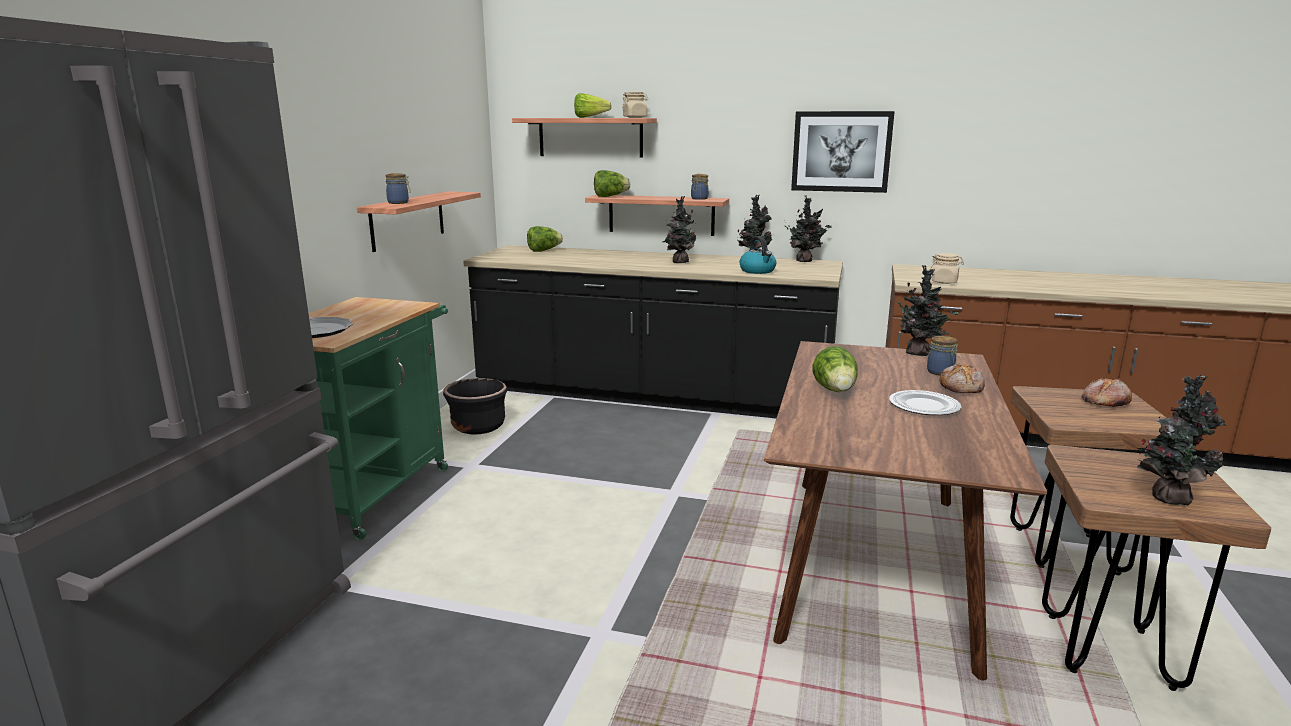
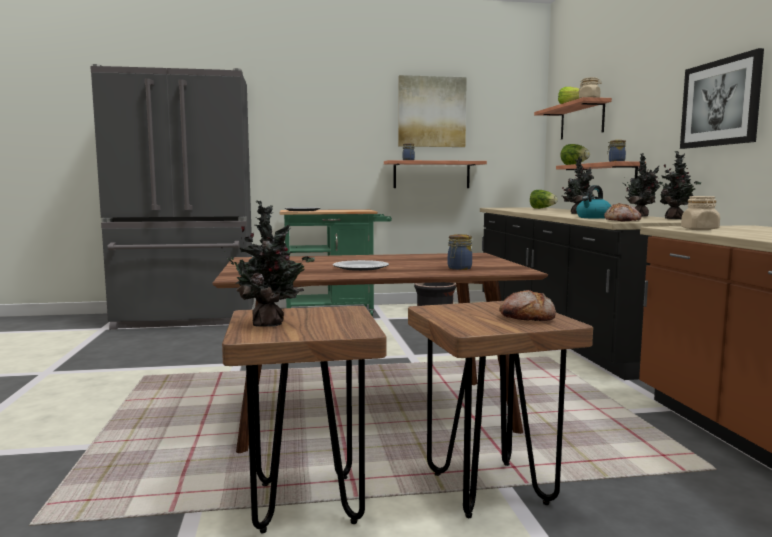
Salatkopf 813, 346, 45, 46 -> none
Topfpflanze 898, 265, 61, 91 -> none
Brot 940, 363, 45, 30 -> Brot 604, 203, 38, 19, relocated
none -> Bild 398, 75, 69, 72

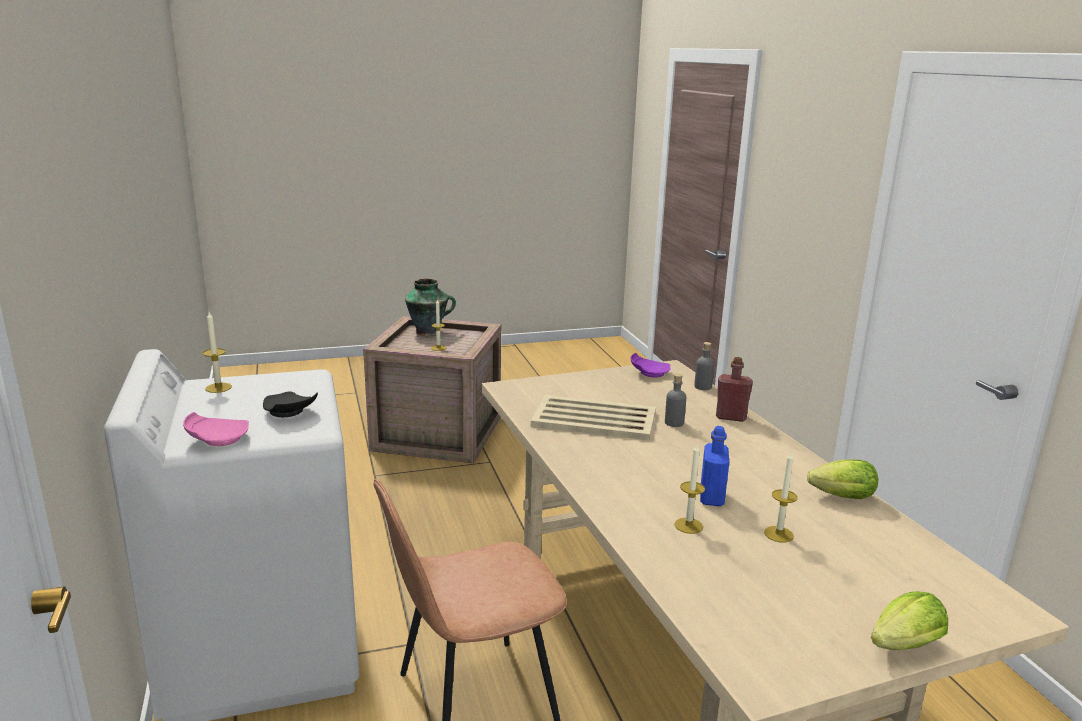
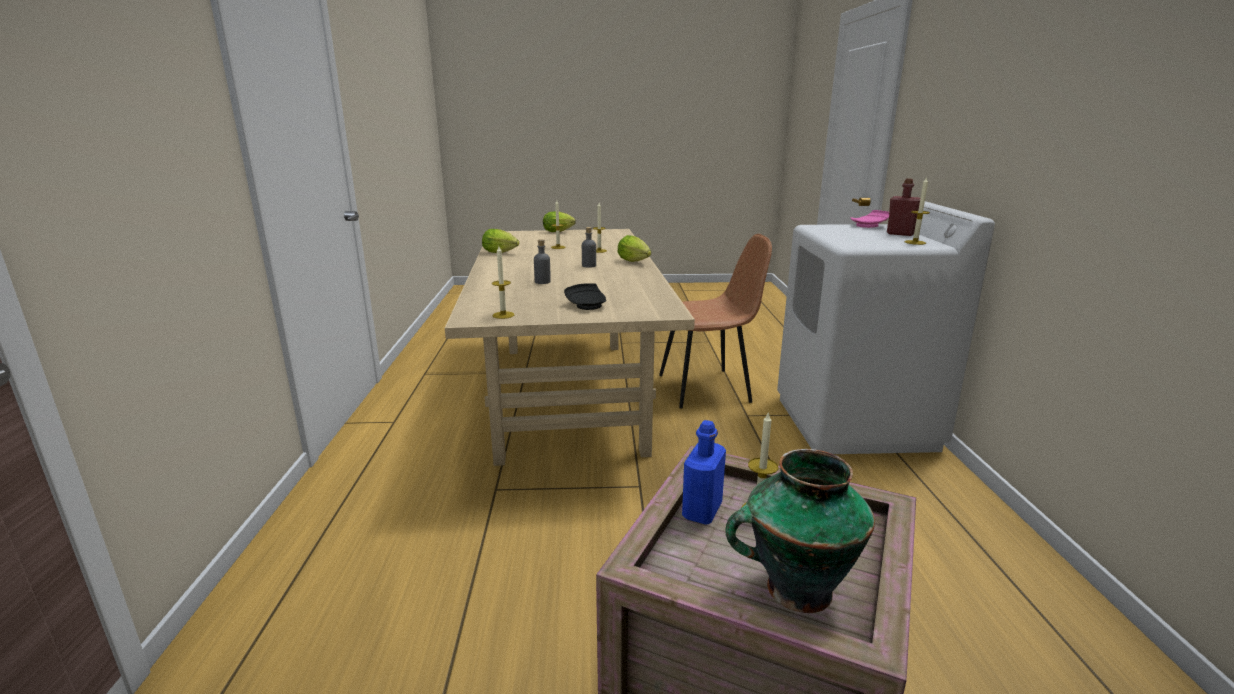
Teller (schwarz) 263, 391, 55, 26 -> Teller (schwarz) 564, 283, 42, 27, relocated
Tablett (beige) 531, 395, 125, 46 -> none
Teller (lila) 631, 353, 40, 25 -> Kerze 492, 246, 23, 73
Flasche (grau) 694, 342, 20, 48 -> Flasche (grau) 582, 227, 14, 41, relocated
Flasche (blau) 700, 426, 29, 80 -> Flasche (blau) 682, 420, 44, 104, relocated
Flasche (rot) 716, 357, 37, 65 -> Flasche (rot) 887, 179, 33, 57, relocated
none -> Salatkopf 617, 235, 34, 27

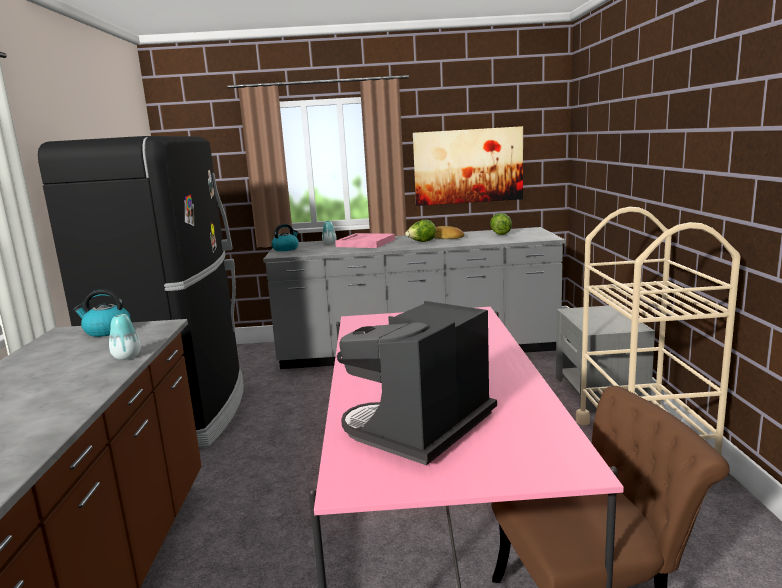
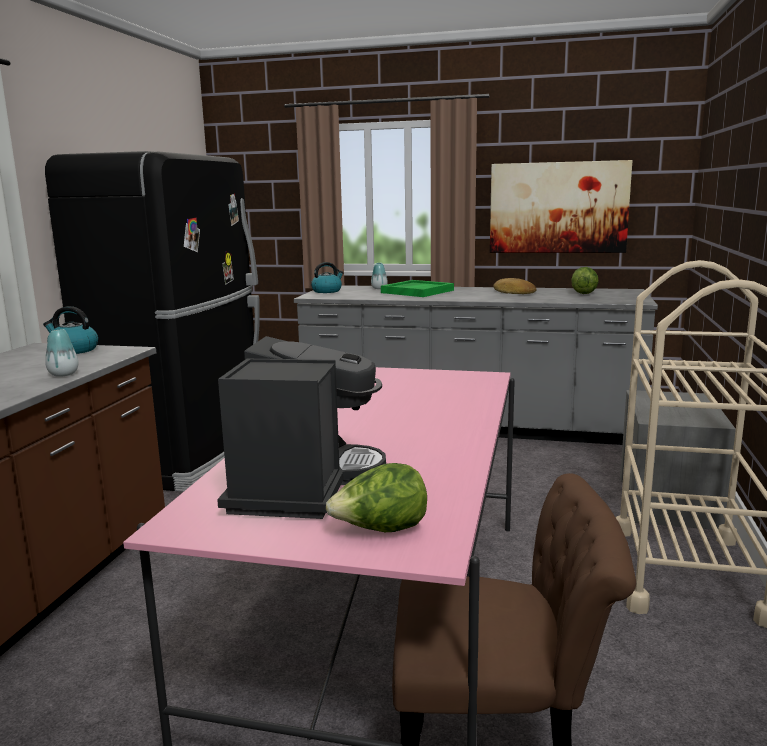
Tablett (rosa) 335, 233, 60, 15 -> Tablett (grün) 381, 280, 73, 17
Kaffeemaschine 337, 301, 160, 165 -> Kaffeemaschine 217, 336, 169, 183, 135 degrees clockwise
Salatkopf 405, 220, 31, 22 -> Salatkopf 326, 463, 101, 69, relocated

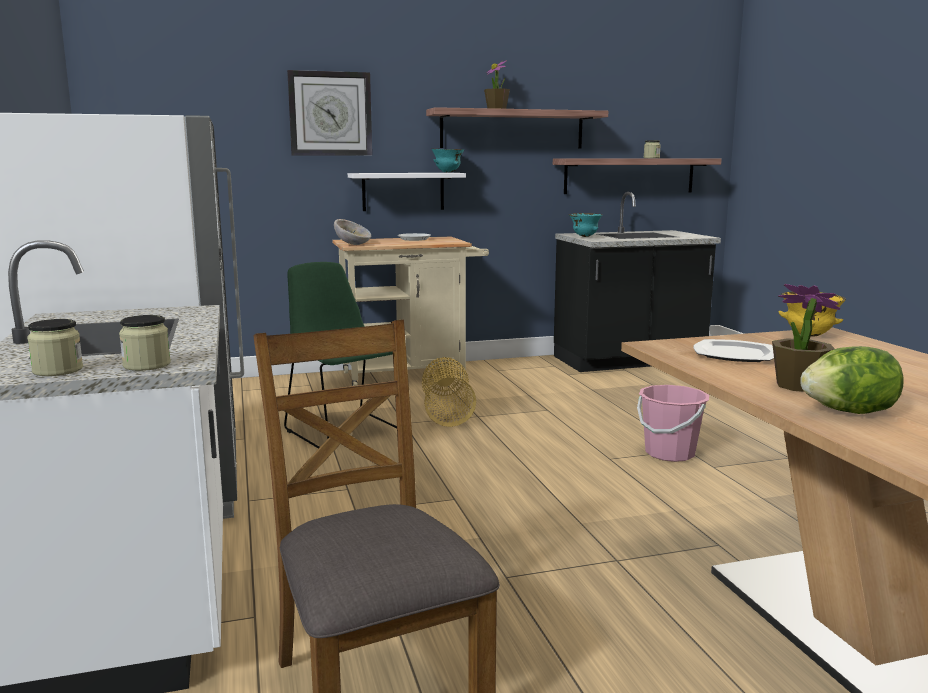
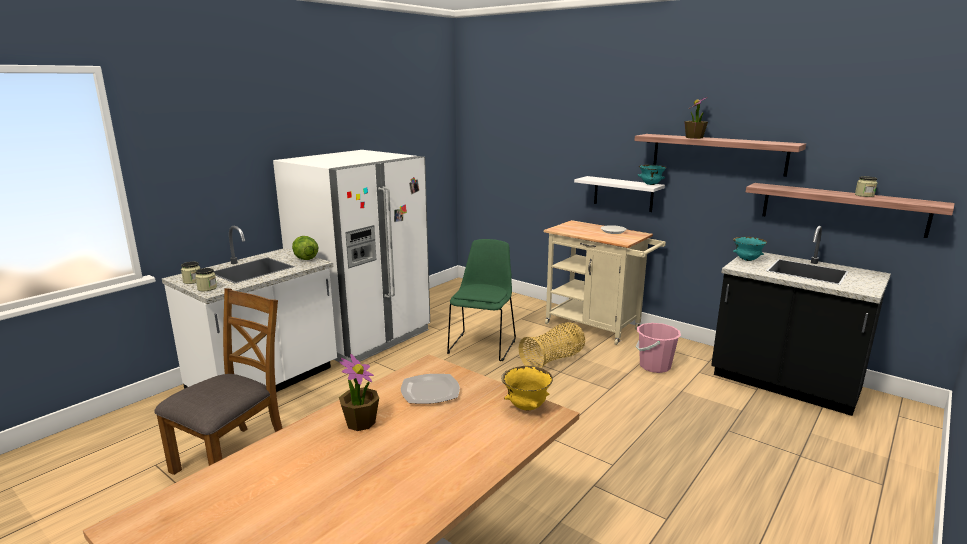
Wanduhr 287, 70, 85, 86 -> none
Schüssel 334, 219, 37, 26 -> none
Eimer (rosa) 637, 385, 72, 77 -> Eimer (rosa) 636, 323, 45, 50, relocated
Salatkopf 800, 346, 104, 68 -> Salatkopf 292, 236, 27, 24, relocated

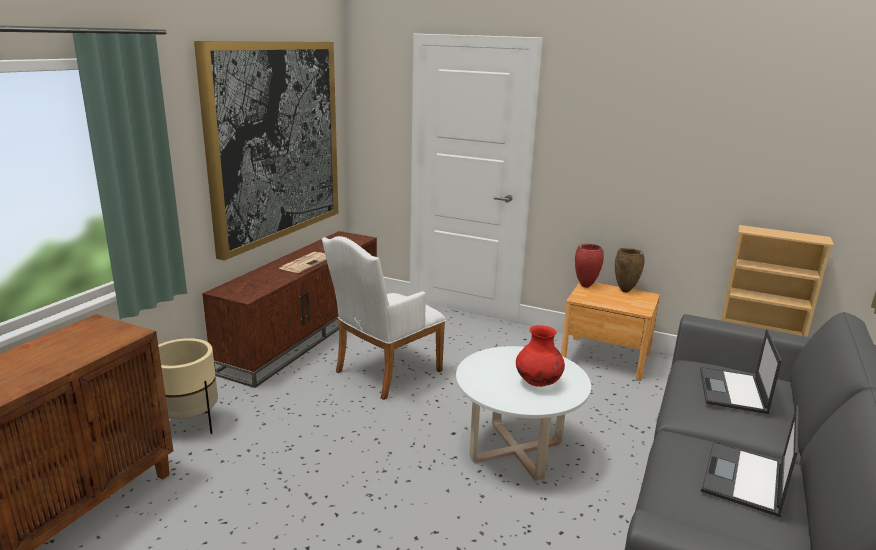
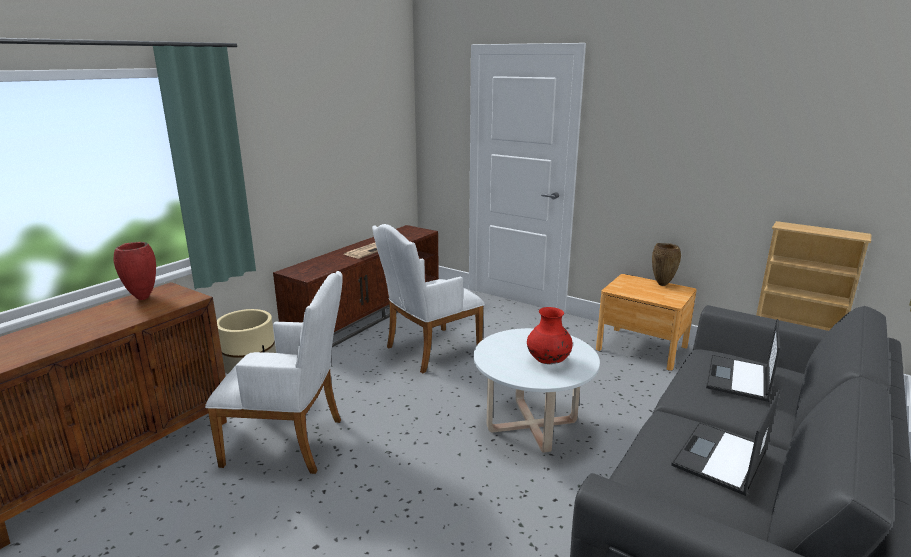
Bild 194, 41, 144, 220 -> none
Vase (rot) 575, 244, 29, 44 -> Vase (rot) 113, 242, 43, 58, relocated
none -> Sessel (weiß) 205, 271, 138, 203

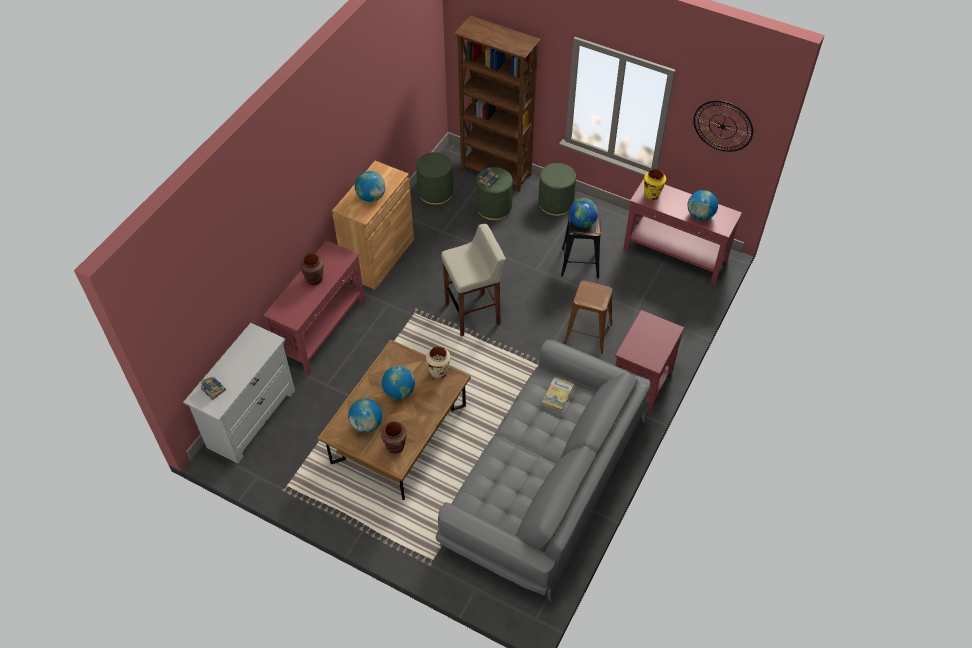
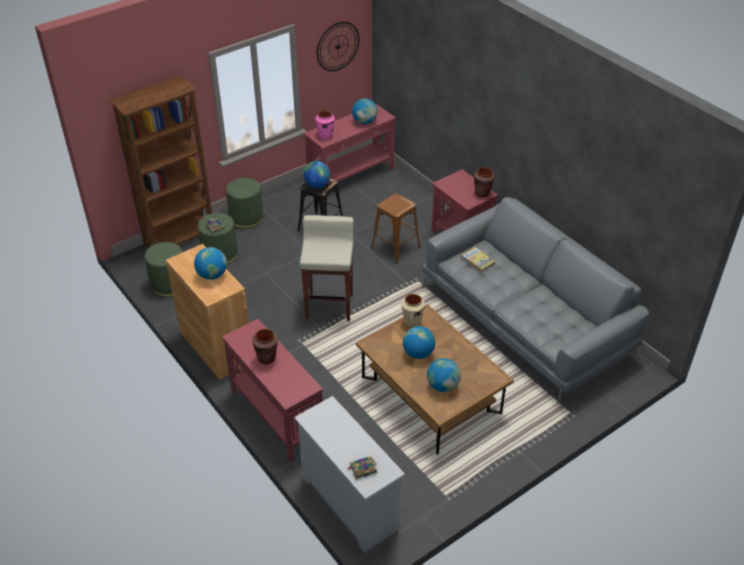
Vase (braun) 381, 421, 26, 33 -> Vase (braun) 474, 167, 21, 30, relocated
Vase (gelb) 644, 169, 22, 31 -> Vase (rosa) 315, 111, 20, 28

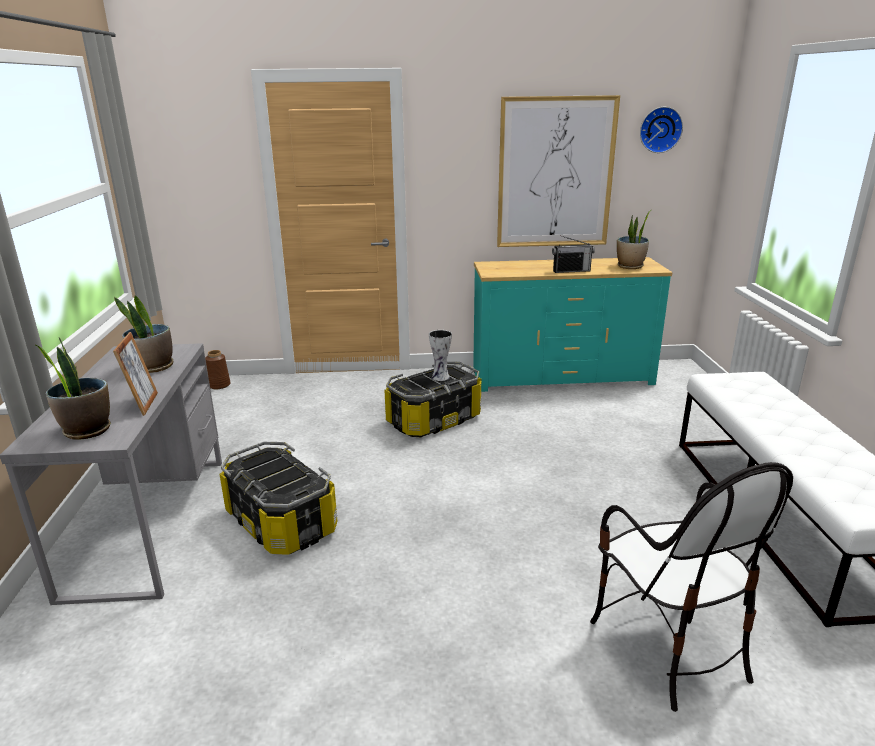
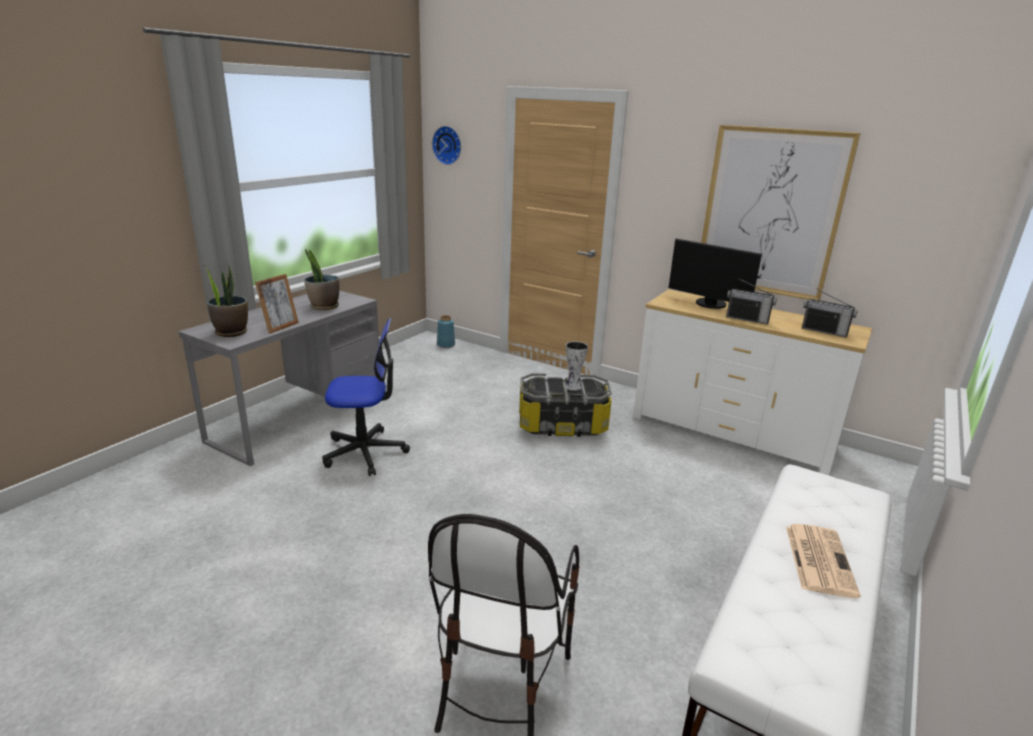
Vase (braun) 205, 350, 26, 39 -> Vase (blau) 437, 315, 18, 33
Aufbewahrungsbox 220, 442, 117, 113 -> Bürostuhl 322, 318, 88, 158
Kommode (türkis) 473, 257, 199, 135 -> Kommode (weiß) 633, 289, 240, 186
Topfpflanze 617, 210, 34, 59 -> Radio 802, 288, 56, 50
Wanduhr 640, 107, 43, 46 -> Wanduhr 432, 126, 29, 39, relocated
none -> Monitor 669, 238, 93, 71
none -> Zeitung 786, 524, 75, 74

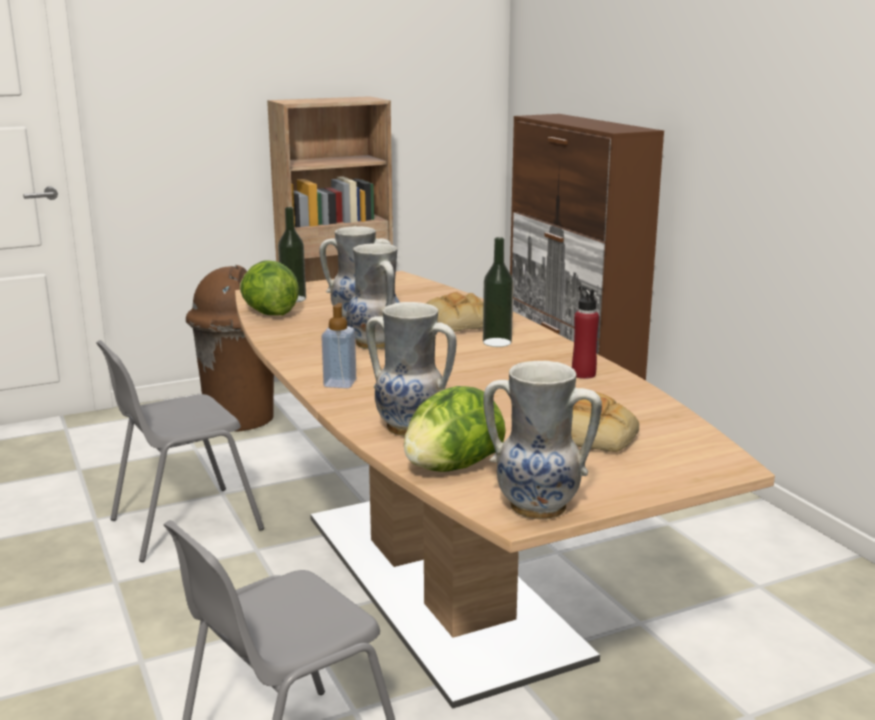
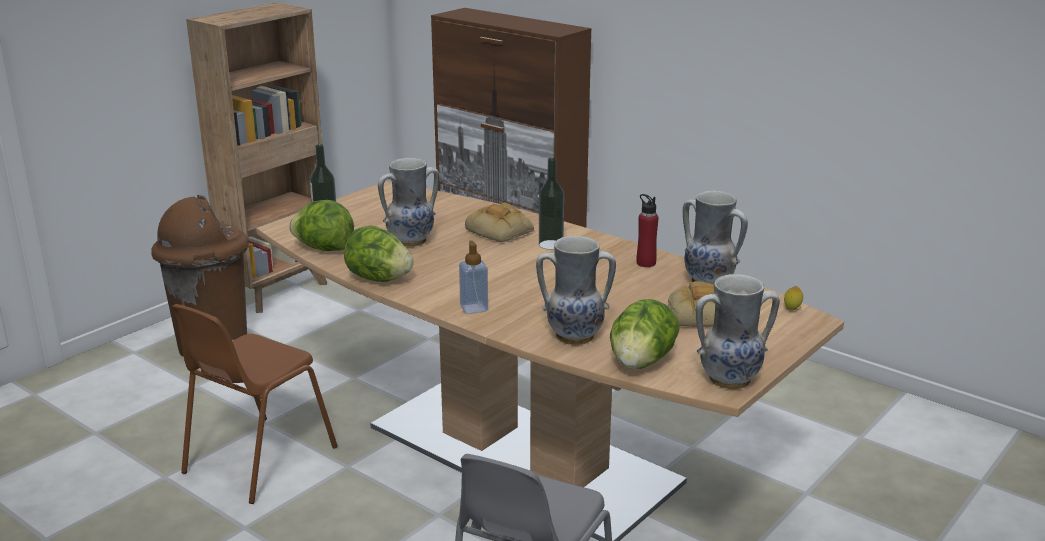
Stuhl (grau) 96, 340, 168, 222 -> Stuhl (braun) 171, 304, 166, 200
Vase 346, 243, 54, 106 -> Vase 683, 191, 65, 94, relocated
none -> Salatkopf 344, 226, 70, 56
none -> Zitrone 784, 286, 19, 25

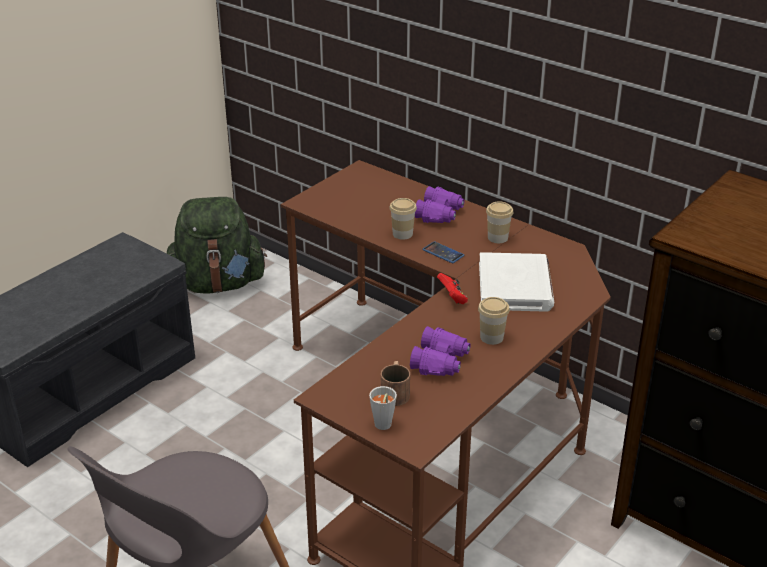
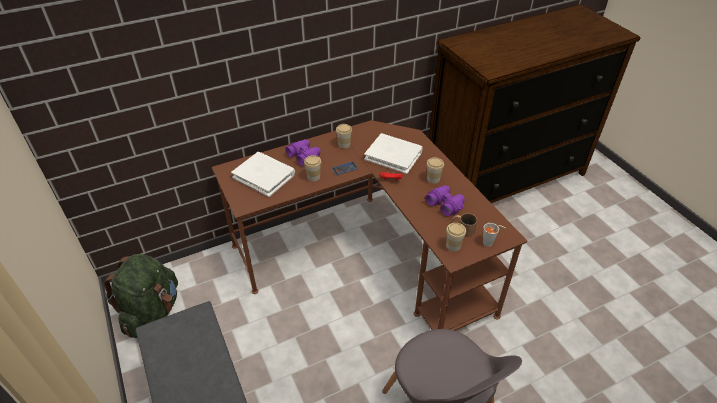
none -> Buch (weiß) 231, 152, 64, 45
none -> Tasse 446, 223, 20, 29

